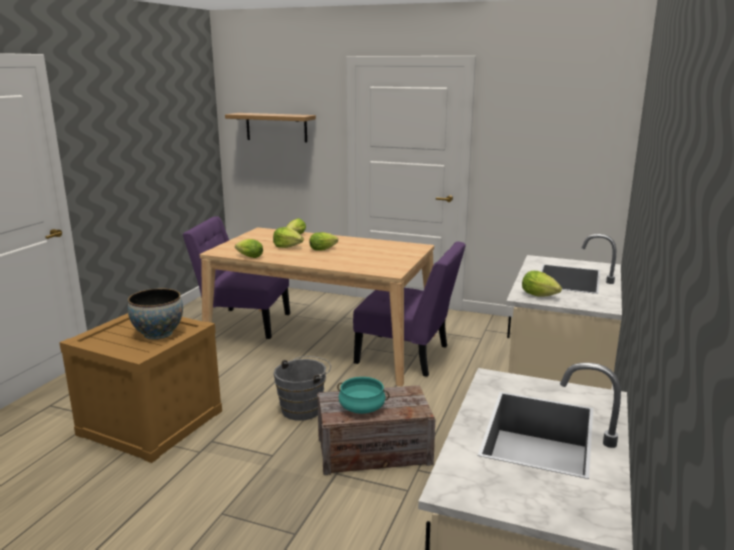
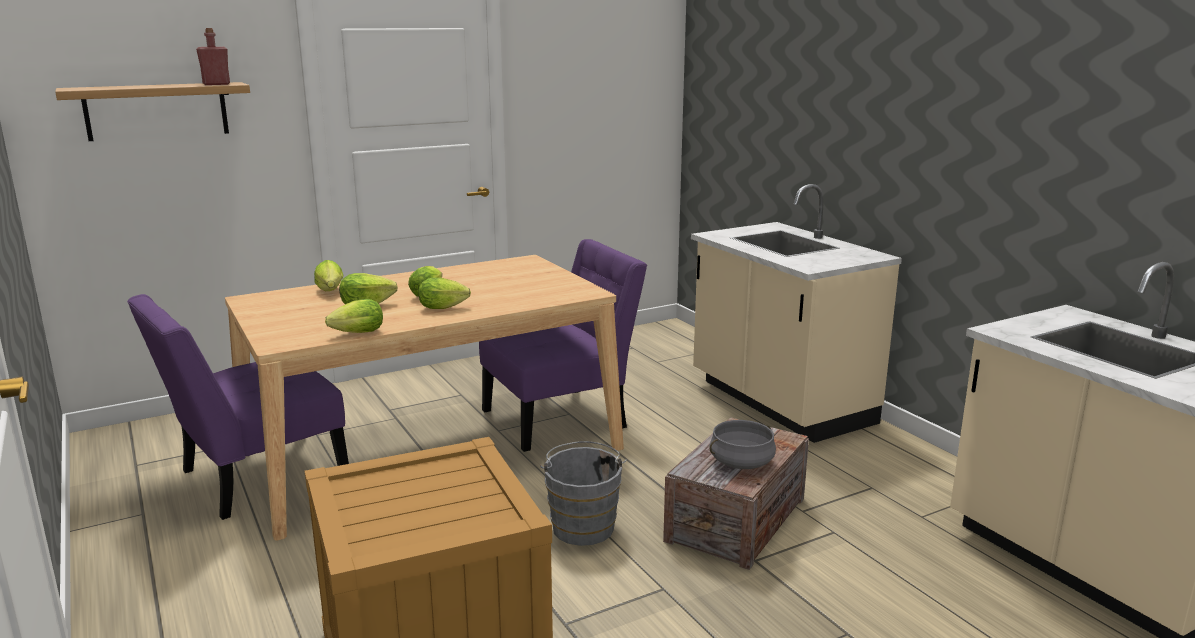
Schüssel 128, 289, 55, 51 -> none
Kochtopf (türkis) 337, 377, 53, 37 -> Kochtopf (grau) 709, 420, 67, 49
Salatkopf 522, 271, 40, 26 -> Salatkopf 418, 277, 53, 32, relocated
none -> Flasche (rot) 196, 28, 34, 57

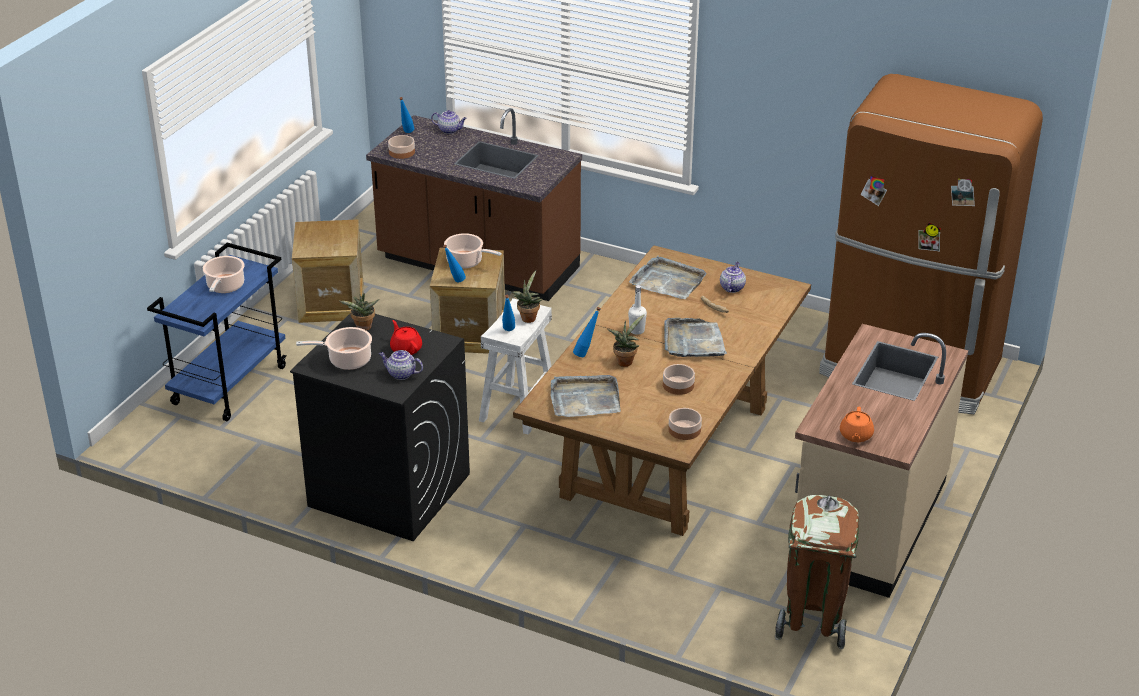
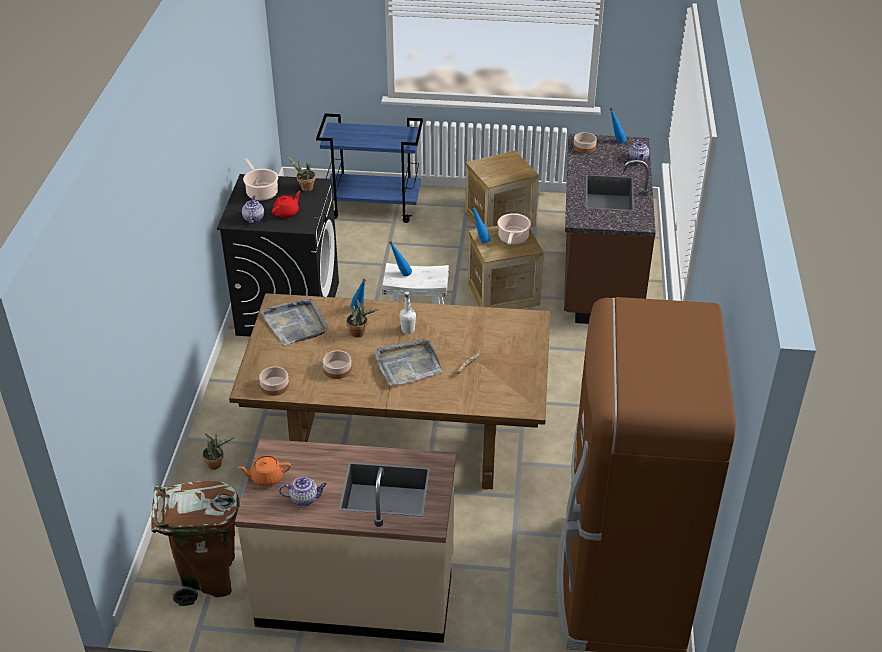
Kochtopf 203, 256, 42, 37 -> none
Topfpflanze 511, 270, 31, 53 -> Topfpflanze 202, 434, 33, 36, relocated
Tablett (grau) 629, 256, 78, 43 -> none
Teekanne 720, 262, 26, 31 -> Teekanne 279, 477, 48, 29, relocated

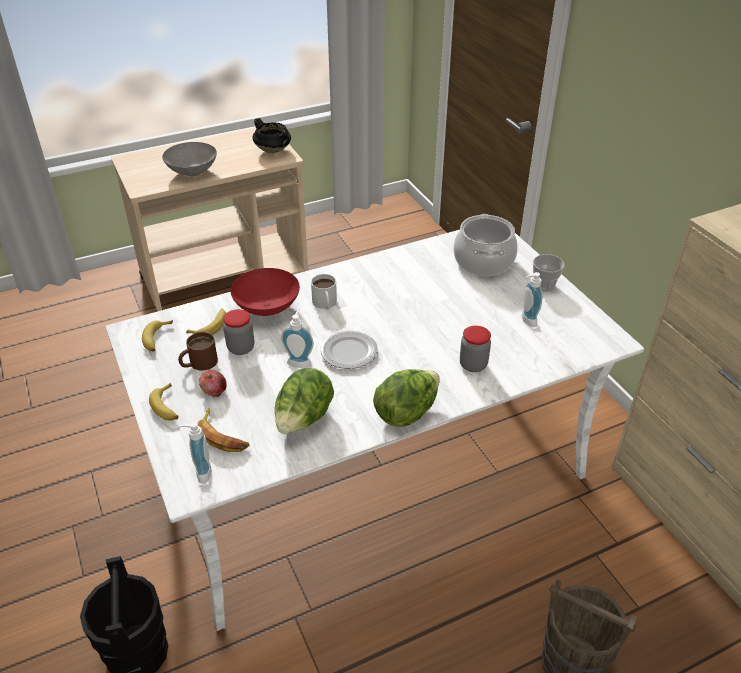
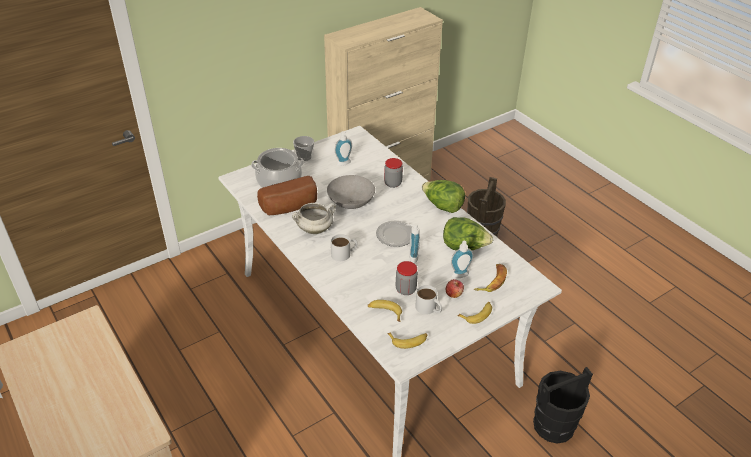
Schüssel (grau) 162, 142, 55, 34 -> Schüssel (grau) 327, 175, 48, 34, relocated
Henkelbecher (braun) 178, 332, 40, 39 -> Henkelbecher (weiß) 415, 285, 27, 29
Seifenspender 178, 422, 34, 62 -> Seifenspender 451, 241, 23, 37, relocated
Schüssel (rot) 231, 268, 69, 48 -> none
Kochtopf (schwarz) 253, 118, 38, 36 -> none
none -> Brot 257, 176, 60, 39
none -> Kochtopf (weiß) 292, 203, 44, 31

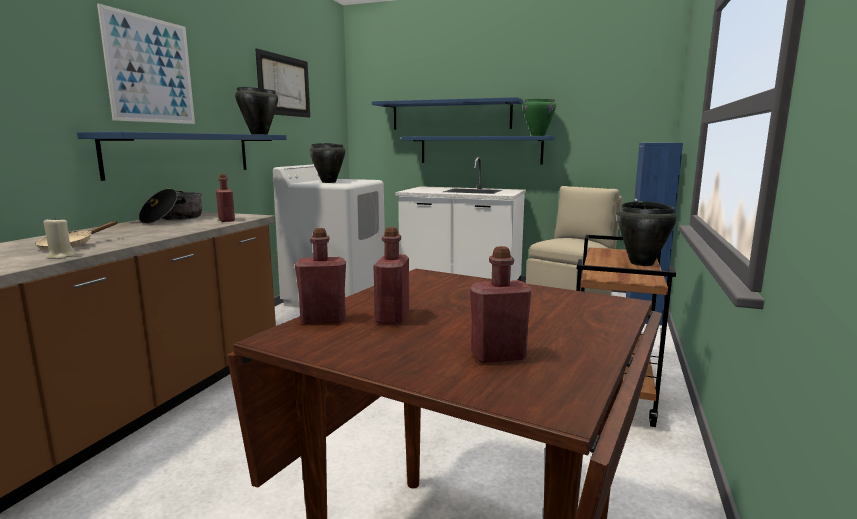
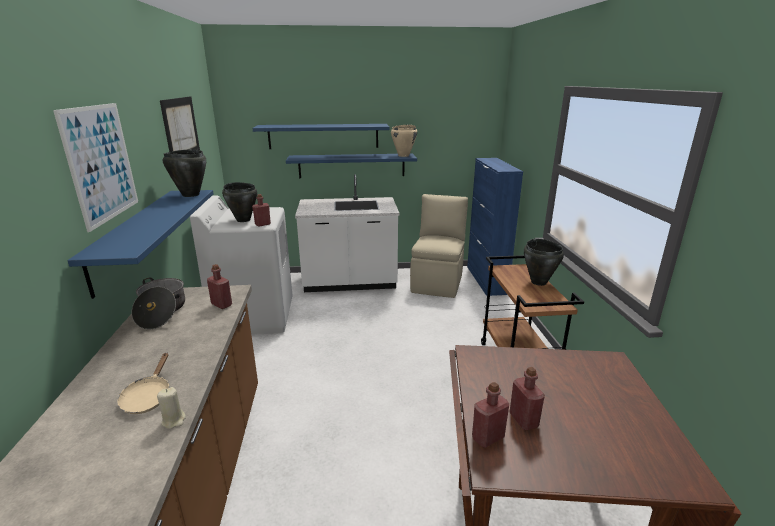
Flasche (rot) 470, 246, 61, 117 -> Flasche (rot) 252, 194, 19, 33, relocated
Kochtopf (grün) 523, 99, 33, 37 -> Kochtopf (beige) 391, 125, 26, 32

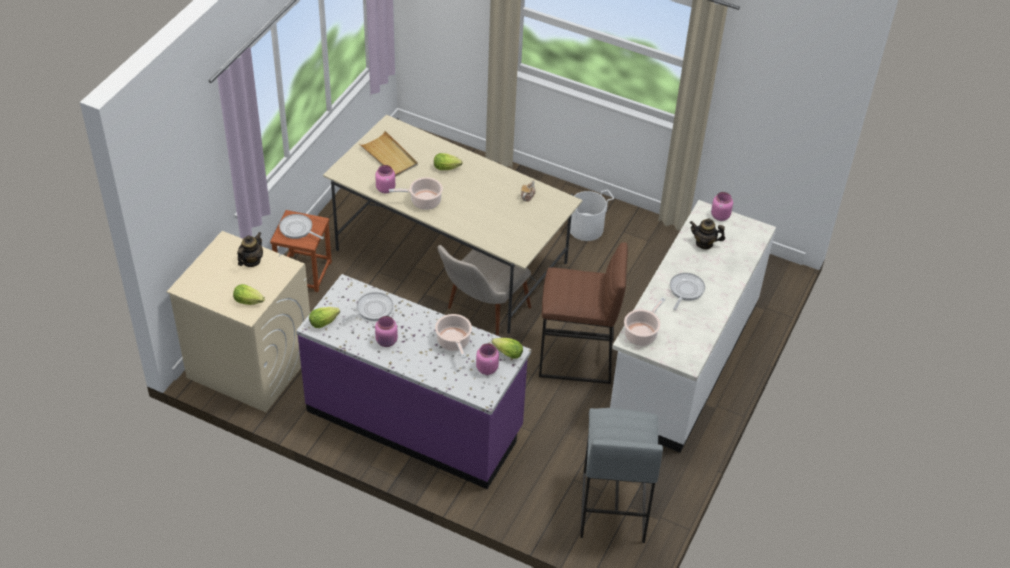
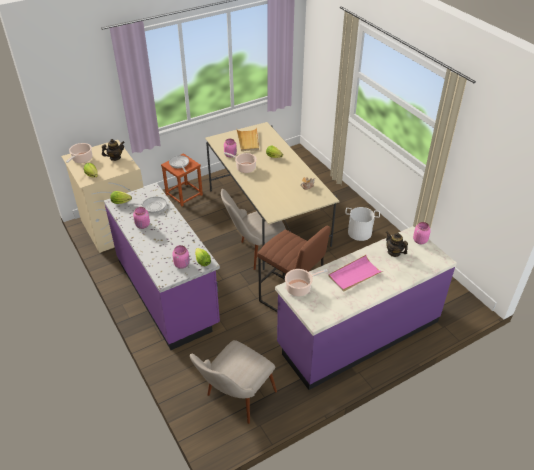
Kochtopf 435, 314, 37, 44 -> Kochtopf 66, 143, 26, 20, relocated
Hocker (grau) 580, 408, 83, 135 -> Stuhl (beige) 190, 340, 87, 84
Küchenzeile (weiß) 610, 200, 166, 253 -> Küchenzeile (lila) 275, 226, 182, 164
Pfanne 670, 273, 35, 37 -> Tablett (rosa) 328, 255, 55, 37

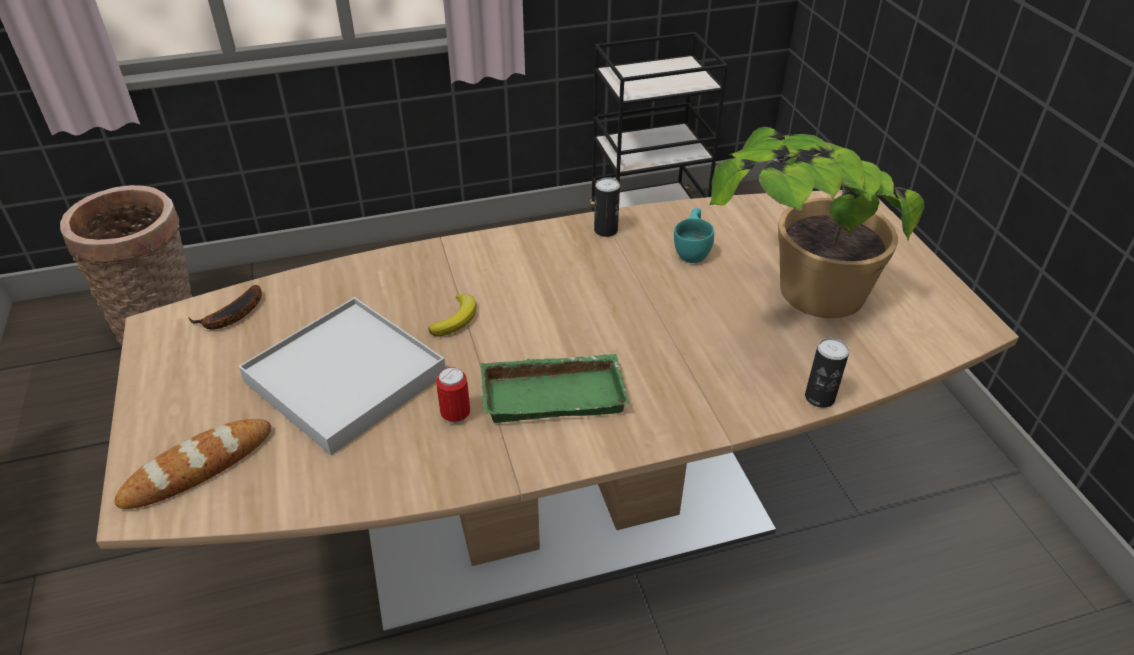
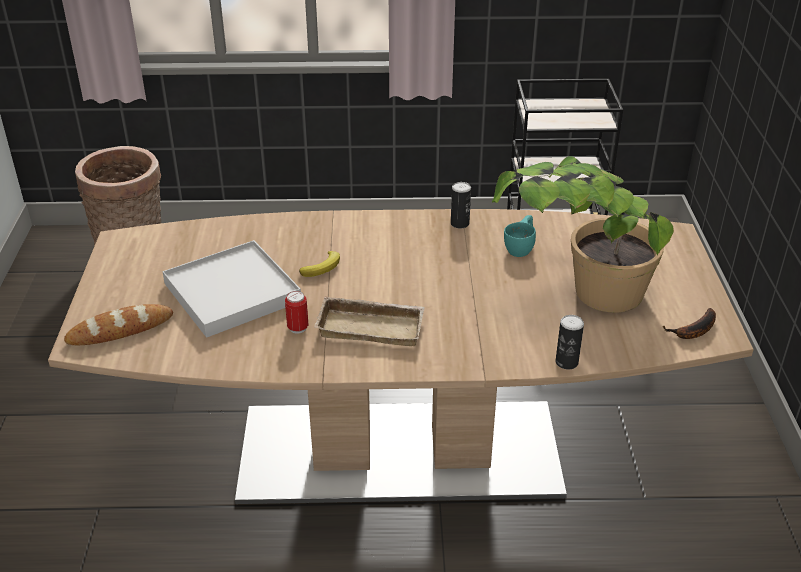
Banane 188, 285, 74, 45 -> Banane 663, 308, 53, 31, relocated
Tablett (grün) 480, 354, 149, 69 -> Tablett (beige) 314, 296, 111, 50

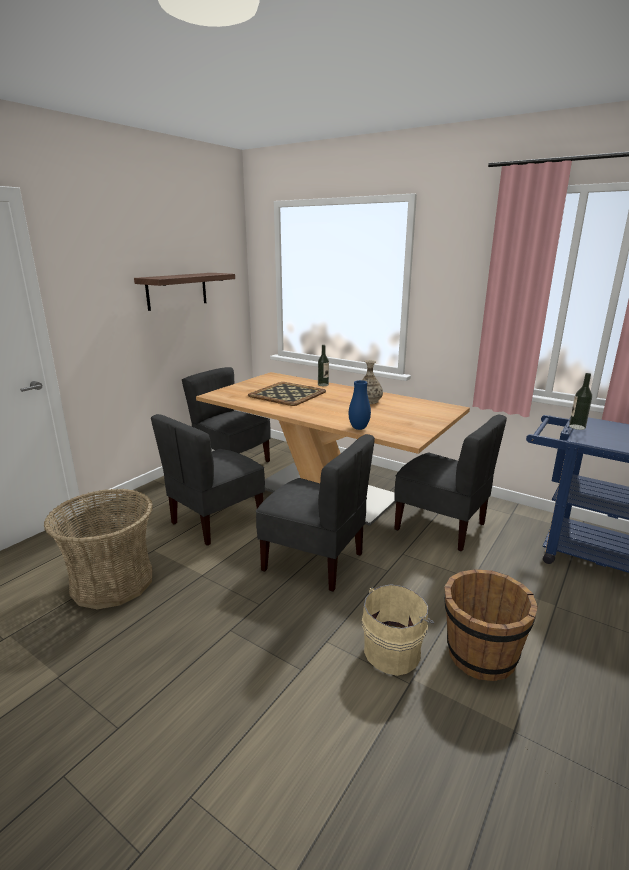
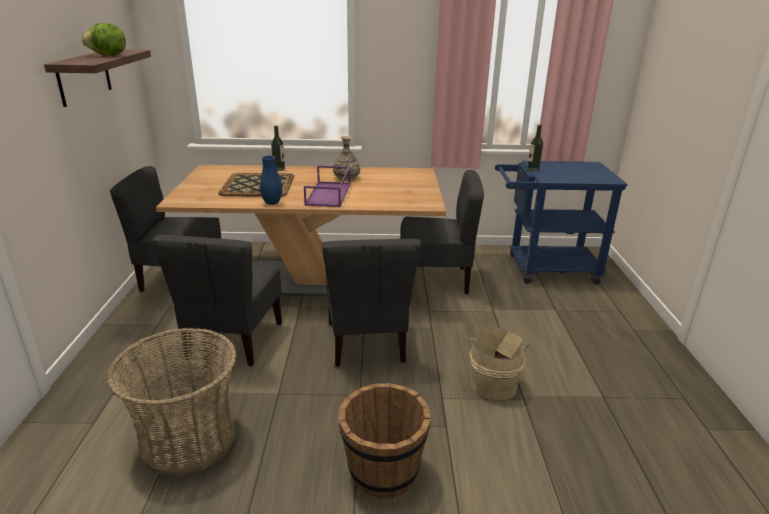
Stuhl (grau) 256, 434, 119, 158 -> Stuhl (grau) 322, 239, 99, 128, 90 degrees clockwise
Vase (blau) 348, 380, 23, 50 -> Vase (blau) 260, 156, 22, 49, relocated
Eimer (braun) 444, 569, 94, 112 -> Eimer (braun) 339, 383, 92, 116, relocated
none -> Salatkopf 82, 23, 44, 33
none -> Tablett (lila) 304, 165, 46, 42

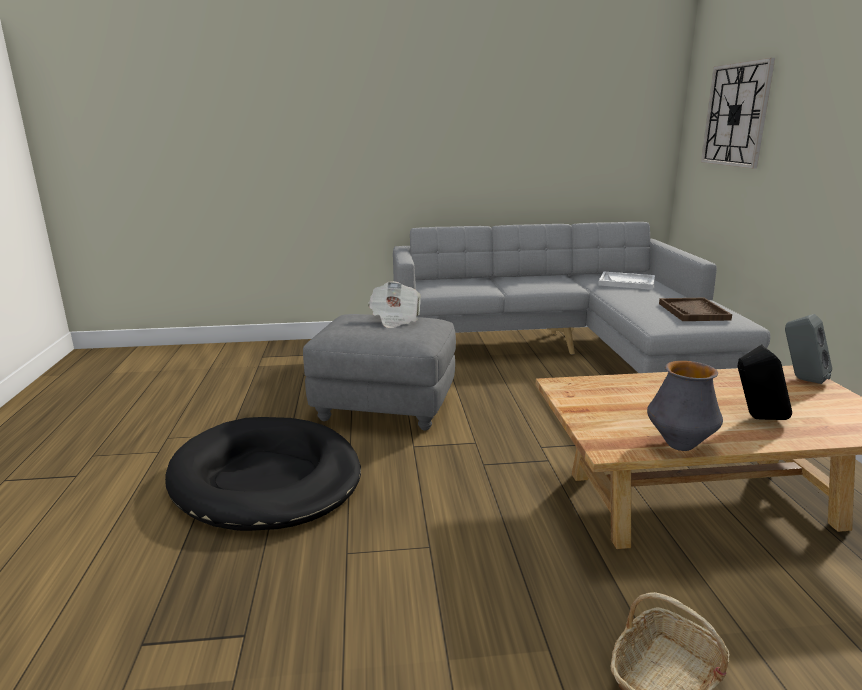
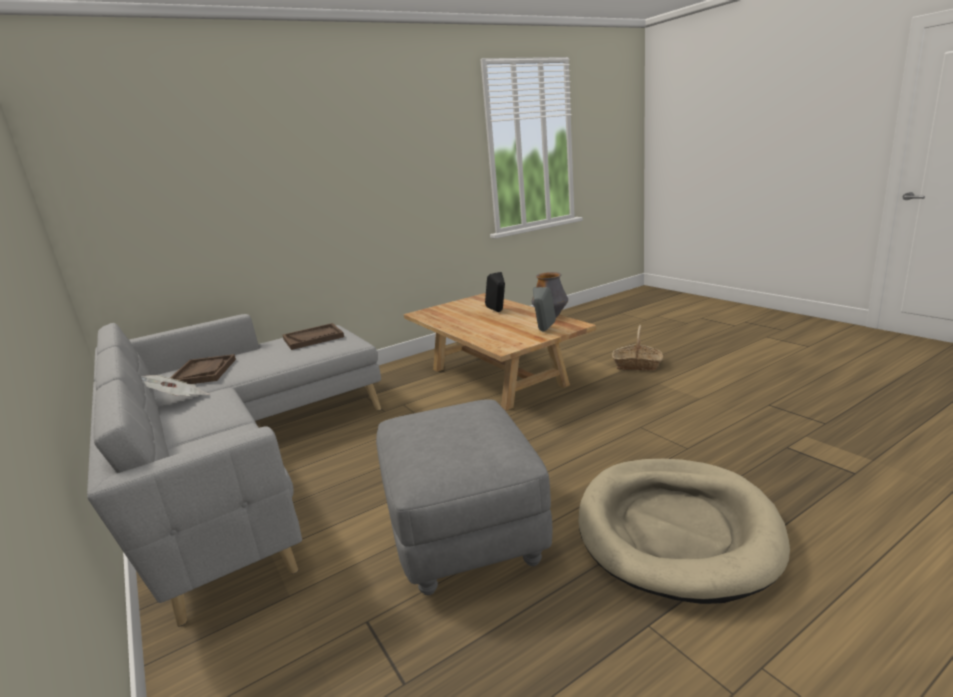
Hundebett (schwarz) 165, 417, 196, 114 -> Hundebett (beige) 578, 459, 212, 145
Zeitung 368, 281, 53, 47 -> Zeitung 140, 375, 69, 21, relocated
Tablett (weiß) 598, 272, 57, 18 -> Tablett (braun) 170, 354, 66, 30
Wanduhr 701, 58, 74, 111 -> none
Lautsprecher (grau) 785, 314, 47, 70 -> Lautsprecher (grau) 533, 287, 23, 45, relocated

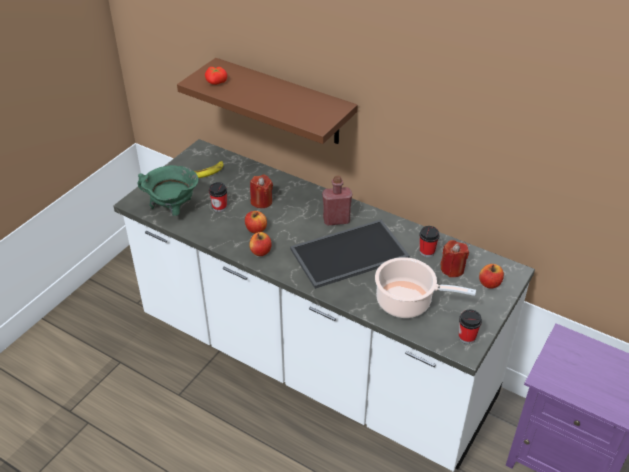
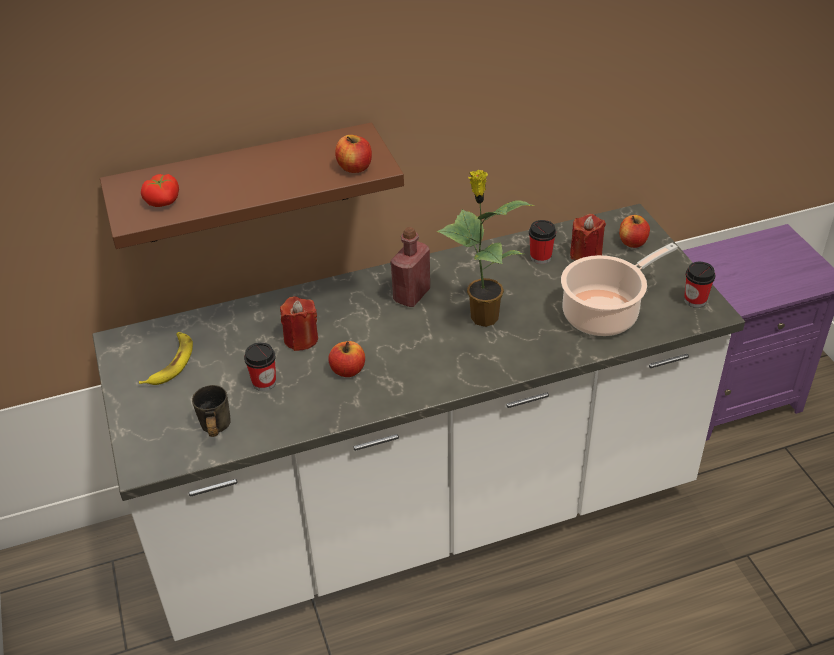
Kochtopf (grün) 138, 165, 60, 51 -> Henkelbecher (grau) 192, 385, 39, 52
Apfel 249, 232, 23, 24 -> Apfel 335, 135, 37, 38, relocated
Tablett 290, 220, 120, 69 -> Topfpflanze 437, 169, 98, 158

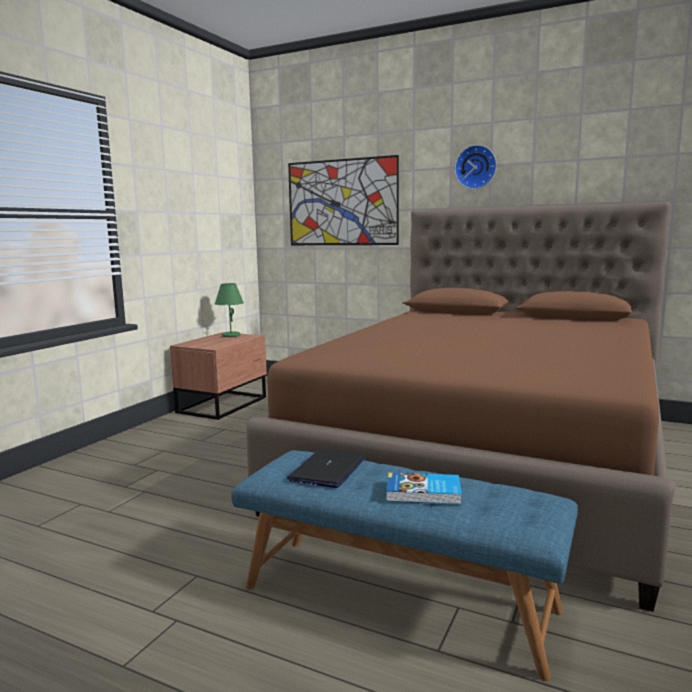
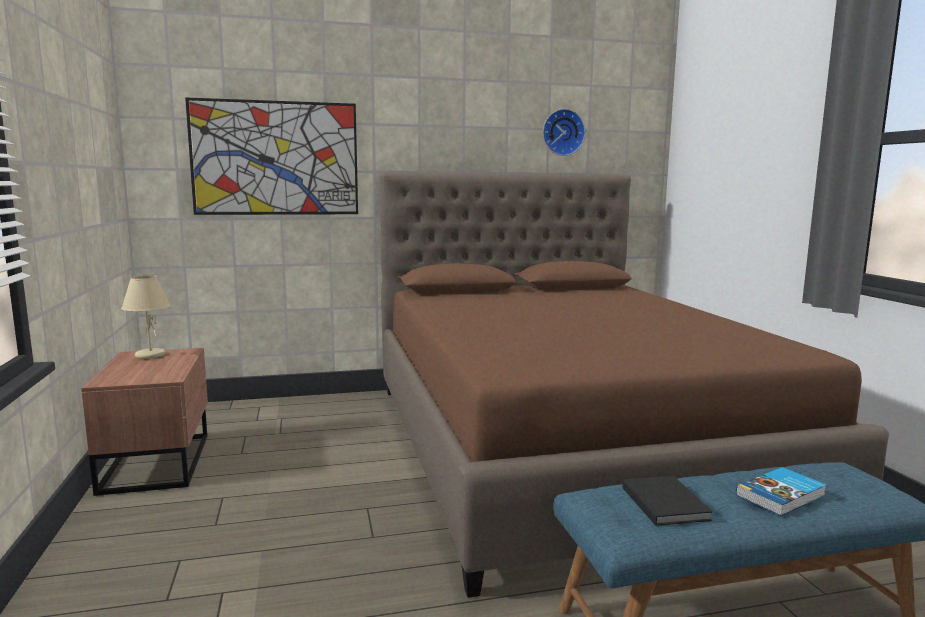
Tischlampe (grün) 215, 283, 29, 54 -> Tischlampe (beige) 121, 275, 50, 84
Laptop 287, 449, 79, 39 -> Buch (schwarz) 623, 476, 89, 50
Wanduhr 455, 145, 42, 44 -> Wanduhr 543, 109, 42, 47, relocated

